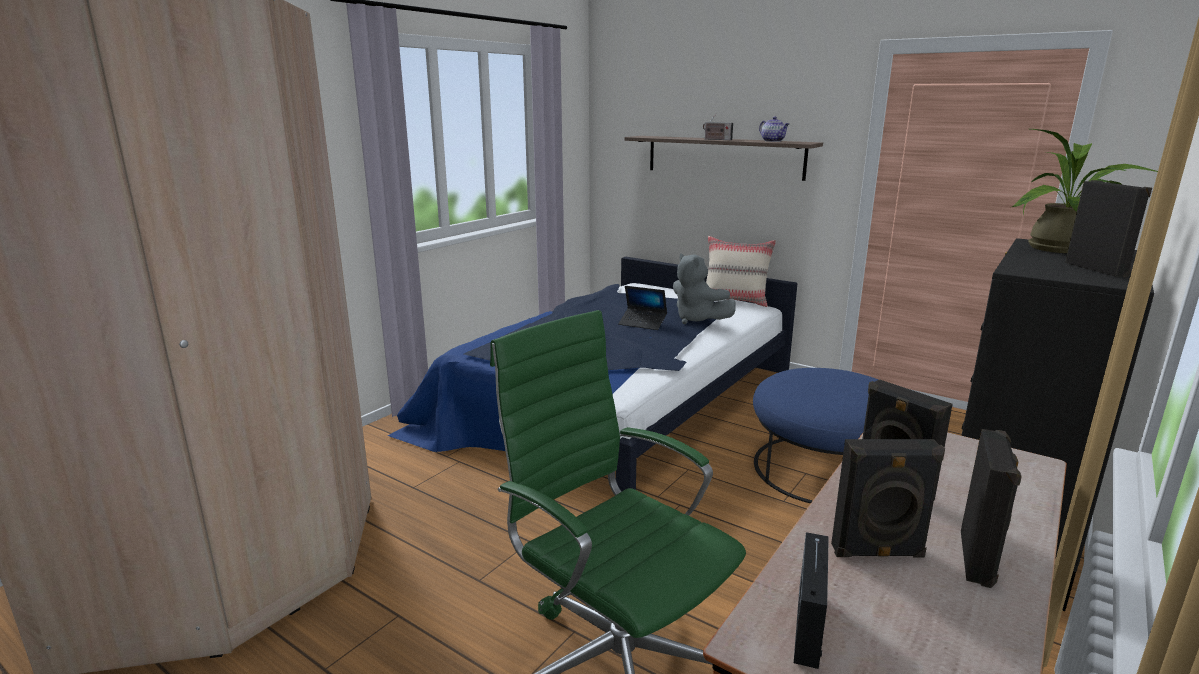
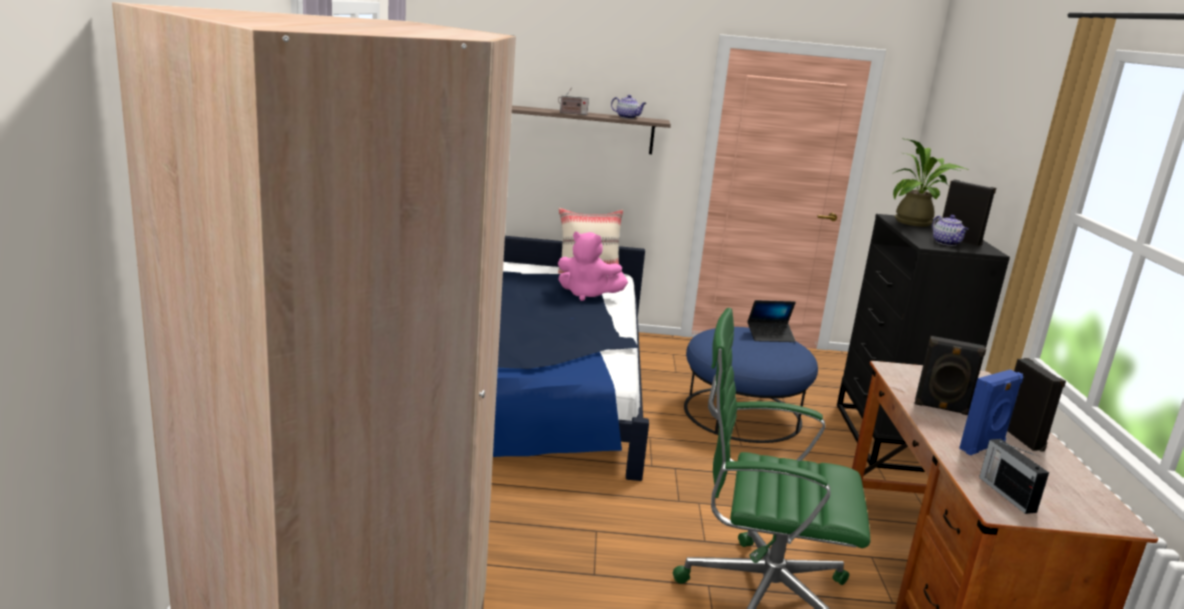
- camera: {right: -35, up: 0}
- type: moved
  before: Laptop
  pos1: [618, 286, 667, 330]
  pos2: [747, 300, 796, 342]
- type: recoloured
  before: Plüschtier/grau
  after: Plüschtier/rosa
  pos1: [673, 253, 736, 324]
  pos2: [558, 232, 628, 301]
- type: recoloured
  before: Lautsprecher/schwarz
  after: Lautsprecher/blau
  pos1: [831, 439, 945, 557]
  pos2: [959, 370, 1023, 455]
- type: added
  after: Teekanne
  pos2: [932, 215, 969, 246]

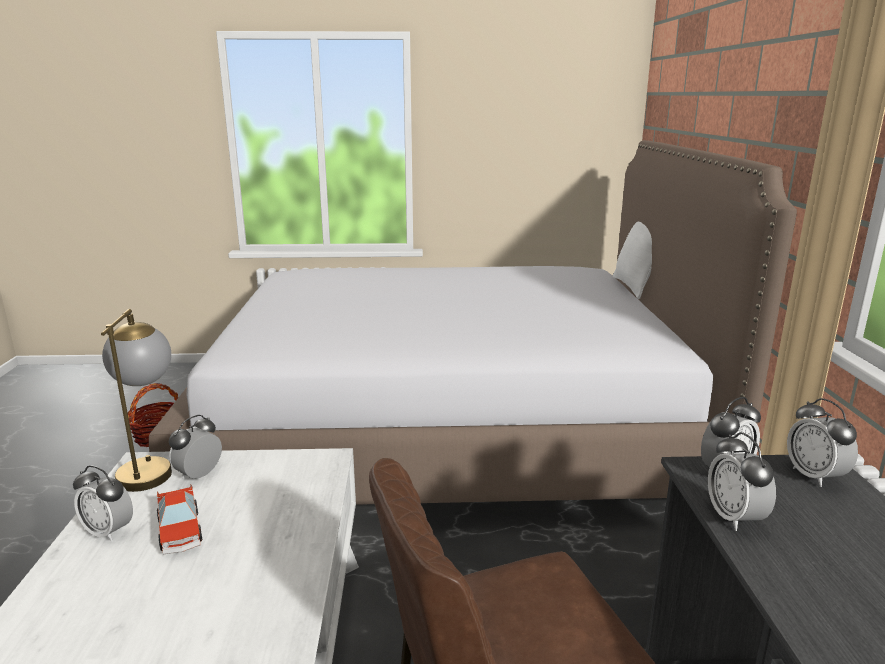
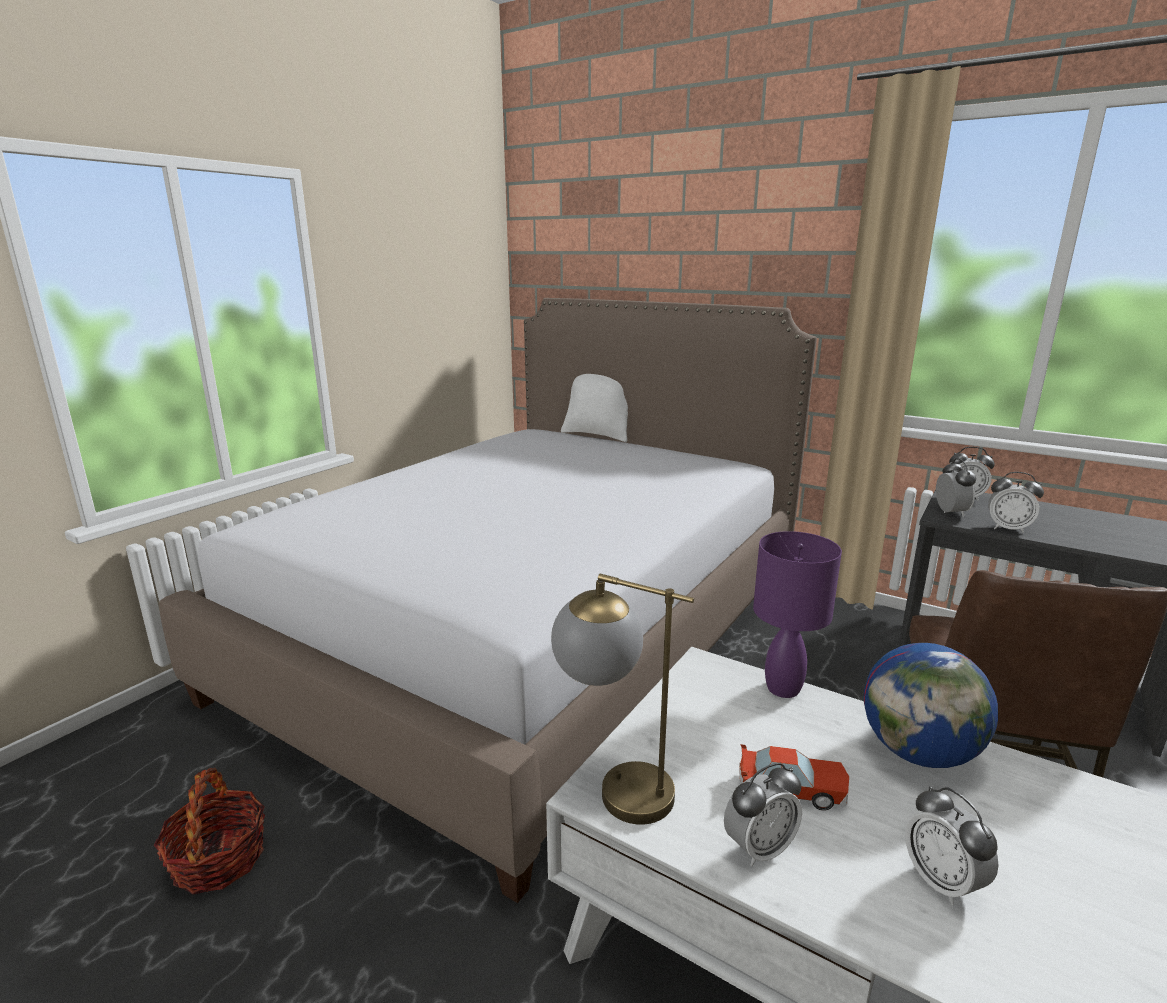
- camera: {right: -55, up: 0}
- type: moved
  before: Wecker
  pos1: [169, 415, 222, 480]
  pos2: [905, 786, 999, 905]
- type: added
  after: Tischlampe/lila
  pos2: [753, 531, 842, 698]
- type: added
  after: Globus
  pos2: [864, 643, 998, 768]

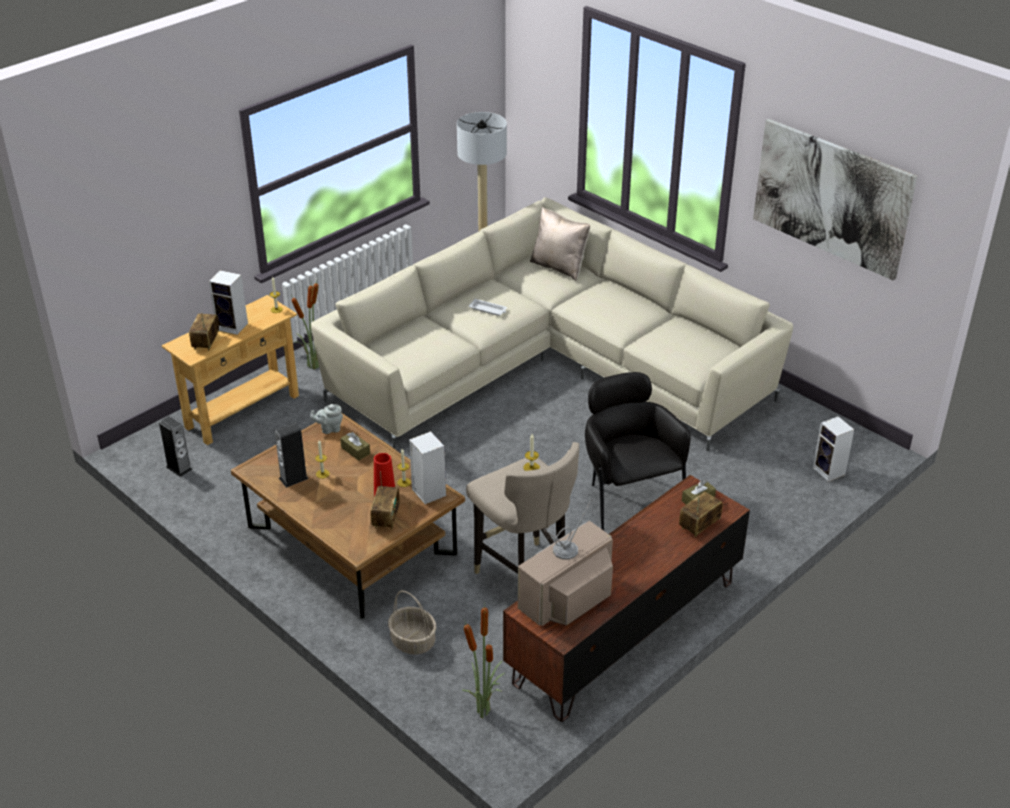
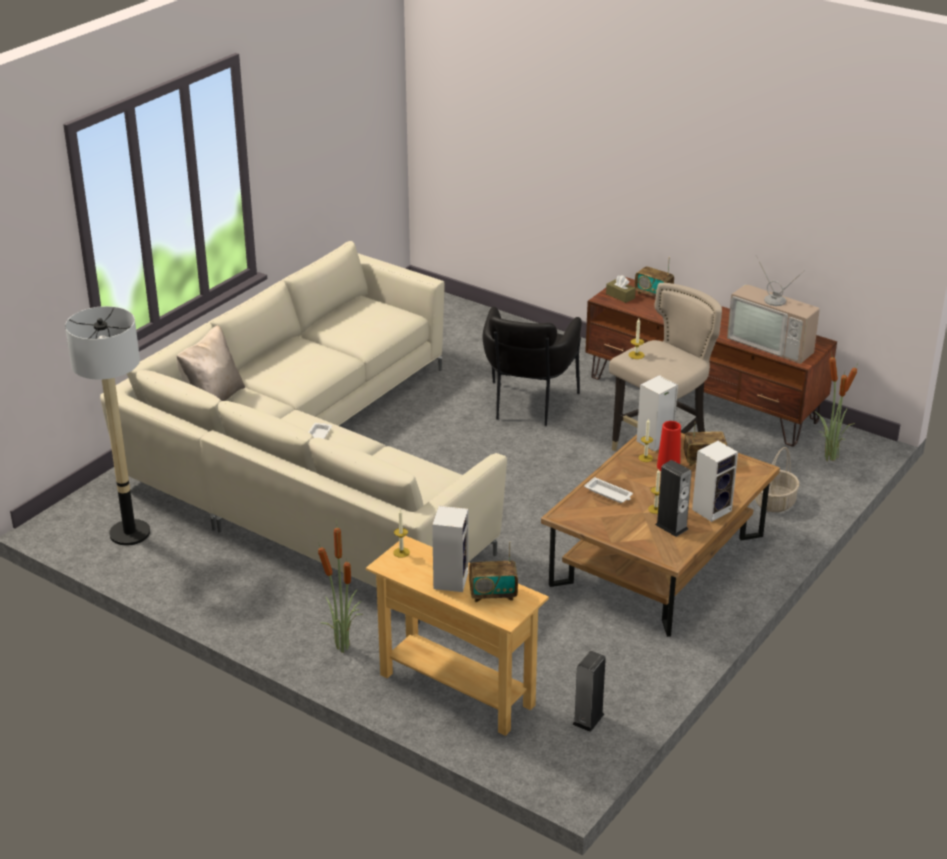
- camera: {right: -100, up: -5}
- type: removed
  before: Teekanne/grau
  pos1: [310, 404, 343, 434]
- type: replaced
  before: Taschentuchbox/braun
  after: Tablett/weiß
  pos1: [340, 432, 370, 461]
  pos2: [584, 477, 633, 503]
- type: turned
  before: Sessel/schwarz
  pos1: [585, 372, 691, 531]
  pos2: [483, 307, 582, 426]
  turn: -45
- type: removed
  before: Bild
  pos1: [753, 119, 917, 280]
- type: moved
  before: Lautsprecher
  pos1: [813, 416, 854, 482]
  pos2: [692, 441, 738, 522]

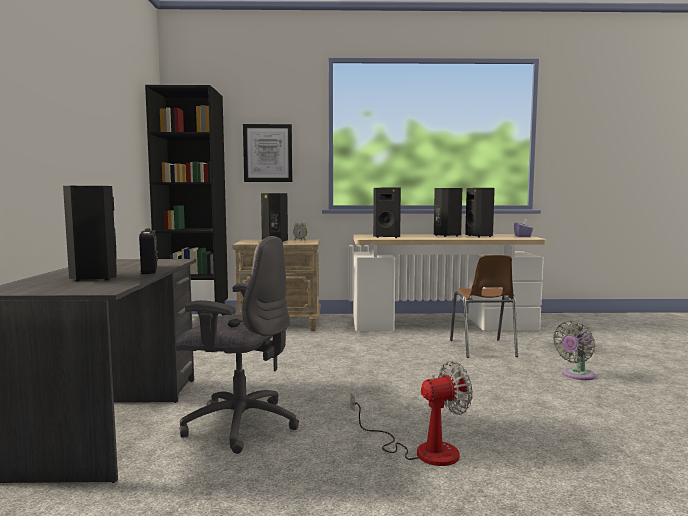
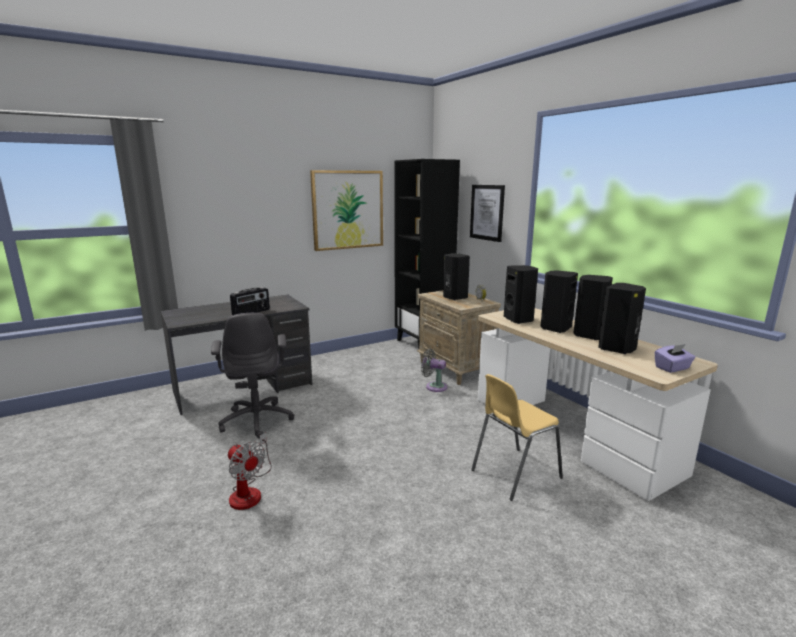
- camera: {right: 60, up: 10}
- type: moved
  before: Lautsprecher/schwarz
  pos1: [63, 186, 117, 281]
  pos2: [541, 270, 578, 333]
- type: recoloured
  before: Stuhl/braun
  after: Stuhl/gelb
  pos1: [450, 255, 518, 358]
  pos2: [471, 374, 563, 501]
- type: moved
  before: Ventilator/grau
  pos1: [553, 321, 596, 380]
  pos2: [421, 349, 447, 392]
- type: added
  after: Bild
  pos2: [310, 170, 383, 251]

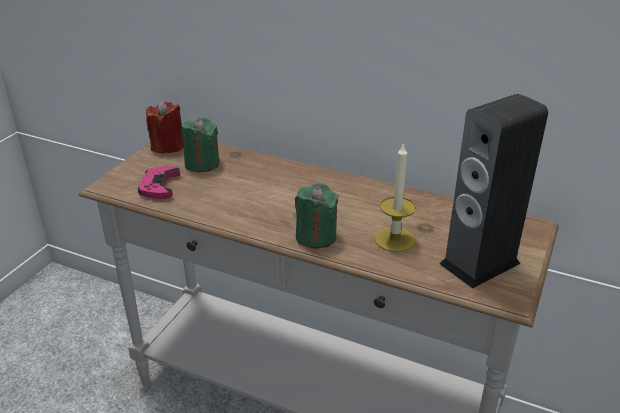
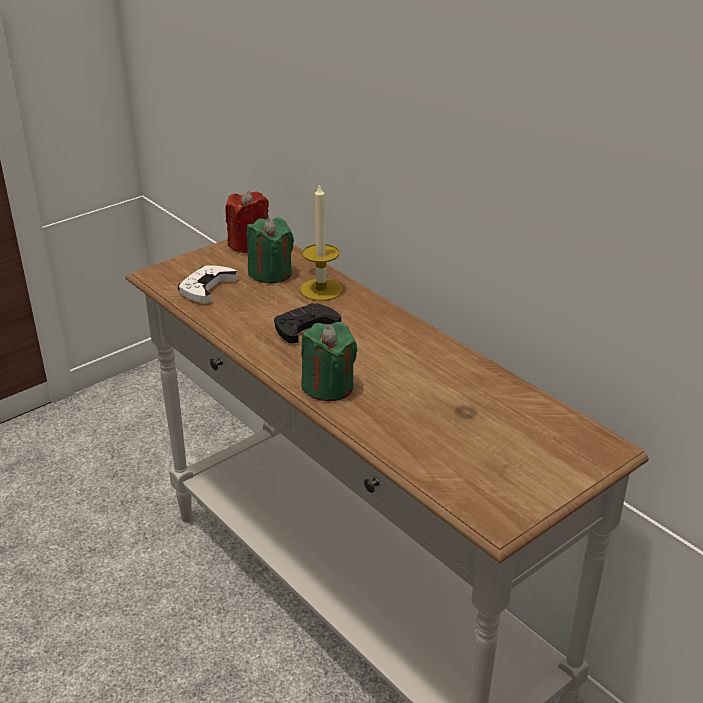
- camera: {right: 25, up: 0}
- type: recoloured
  before: Gamepad/rosa
  after: Gamepad/weiß
  pos1: [138, 166, 180, 199]
  pos2: [178, 265, 238, 303]
- type: moved
  before: Kerze
  pos1: [375, 142, 416, 252]
  pos2: [300, 183, 343, 301]
- type: removed
  before: Lautsprecher
  pos1: [440, 93, 548, 289]
- type: added
  after: Gamepad/schwarz
  pos2: [274, 303, 341, 343]

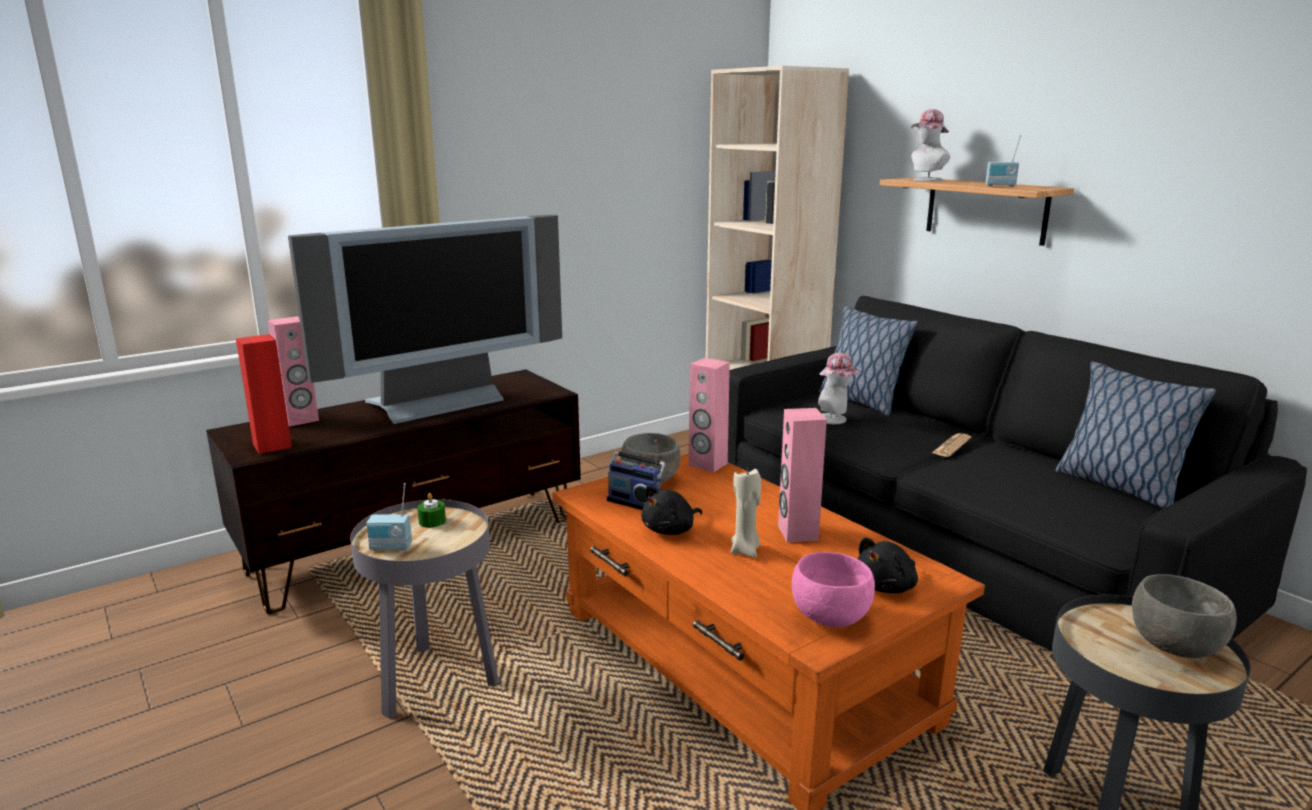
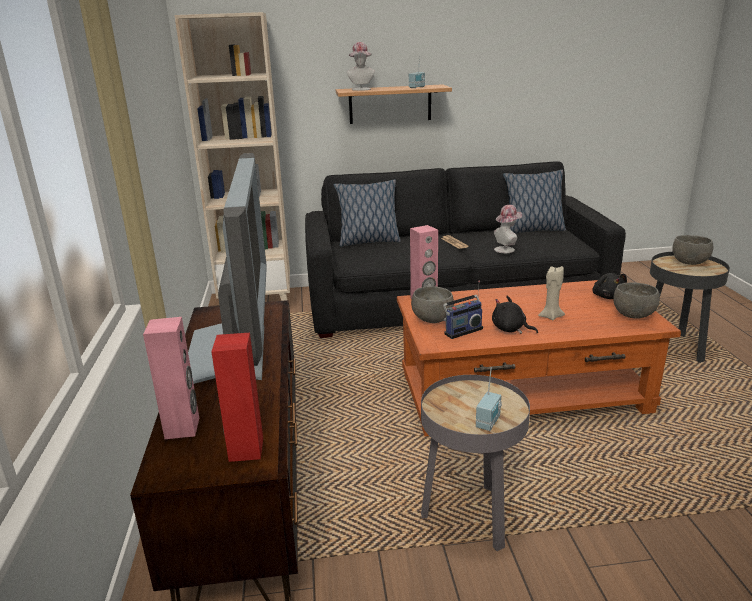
- camera: {right: -60, up: 5}
- type: removed
  before: Kerze/grün
  pos1: [417, 493, 446, 528]
- type: turned
  before: Plüschtier/schwarz
  pos1: [641, 486, 702, 535]
  pos2: [492, 296, 538, 334]
  turn: 135
- type: removed
  before: Lautsprecher/rosa
  pos1: [778, 408, 827, 542]
- type: recoloured
  before: Schüssel/rosa
  after: Schüssel/grau
  pos1: [792, 552, 875, 627]
  pos2: [614, 282, 660, 319]
- type: moved
  before: Hut
  pos1: [818, 353, 861, 424]
  pos2: [494, 205, 522, 253]

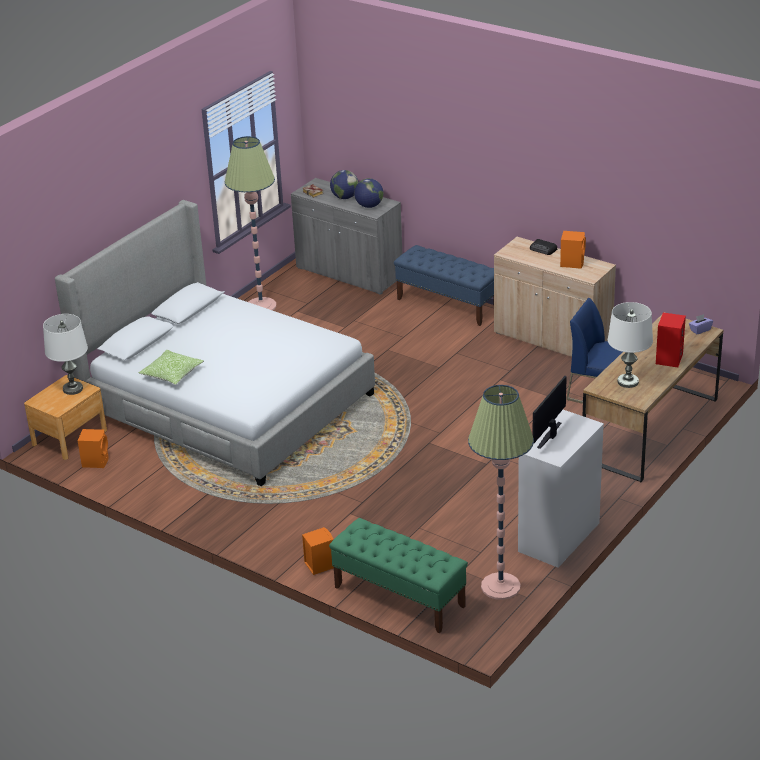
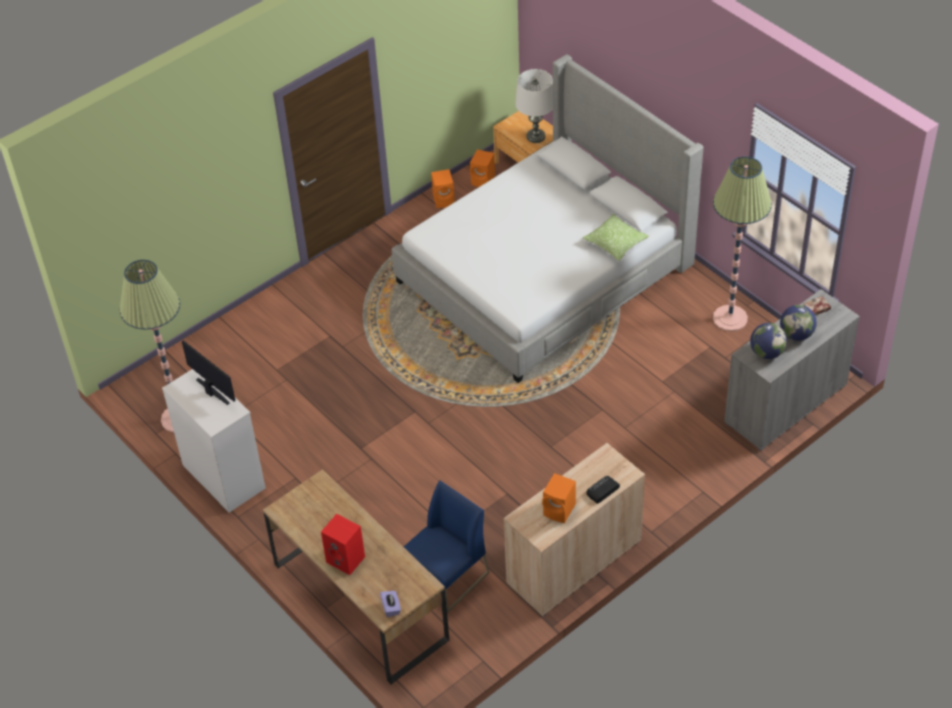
- camera: {right: 105, up: 15}
- type: moved
  before: Kissen
  pos1: [139, 350, 204, 385]
  pos2: [583, 214, 649, 261]
- type: moved
  before: Lautsprecher/orange
  pos1: [302, 527, 334, 575]
  pos2: [431, 169, 455, 208]
- type: removed
  before: Bank/grün
  pos1: [329, 518, 468, 633]
- type: removed
  before: Bank/blau
  pos1: [394, 245, 494, 326]
- type: removed
  before: Tischlampe/weiß
  pos1: [608, 302, 653, 388]

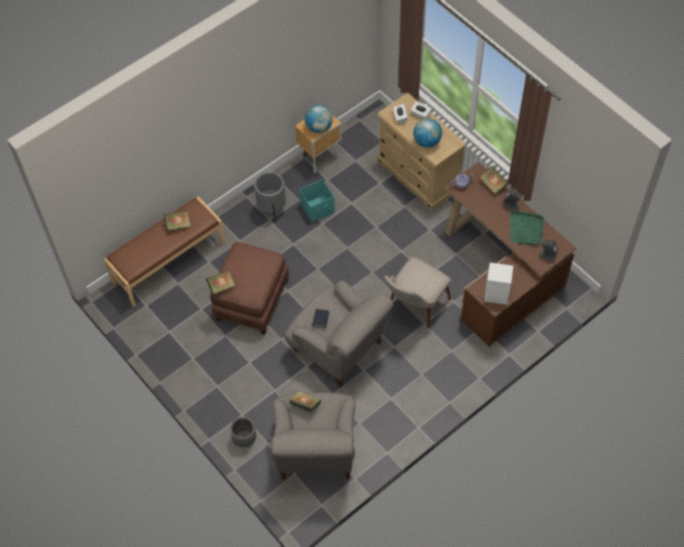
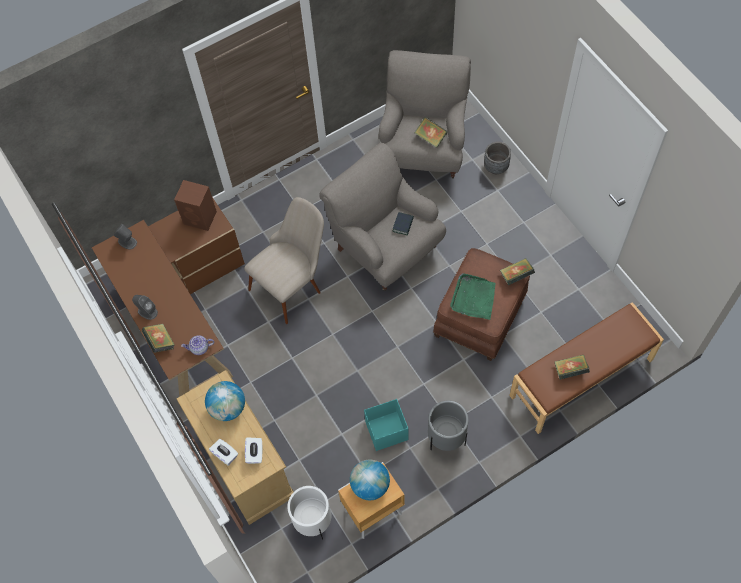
- camera: {right: -170, up: 5}
- type: recoloured
  before: Lautsprecher/weiß
  after: Lautsprecher/braun
  pos1: [484, 263, 513, 305]
  pos2: [174, 180, 217, 231]
- type: moved
  before: Tablett/grün
  pos1: [510, 211, 544, 245]
  pos2: [450, 273, 495, 320]
- type: added
  after: Pflanzkübel/weiß
  pos2: [287, 486, 331, 540]

